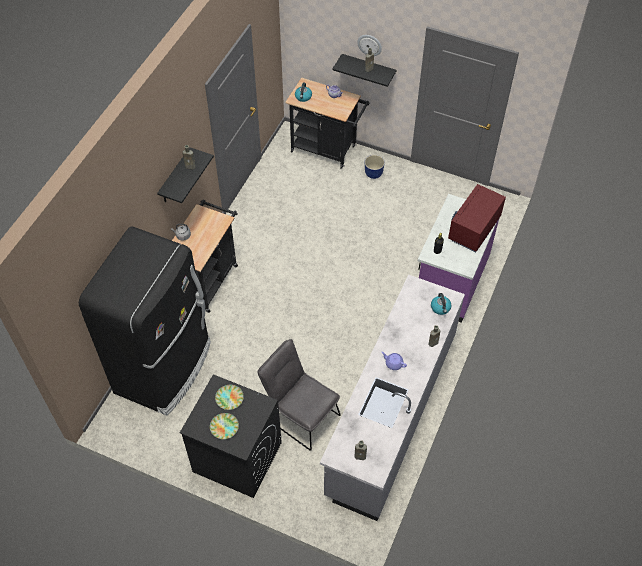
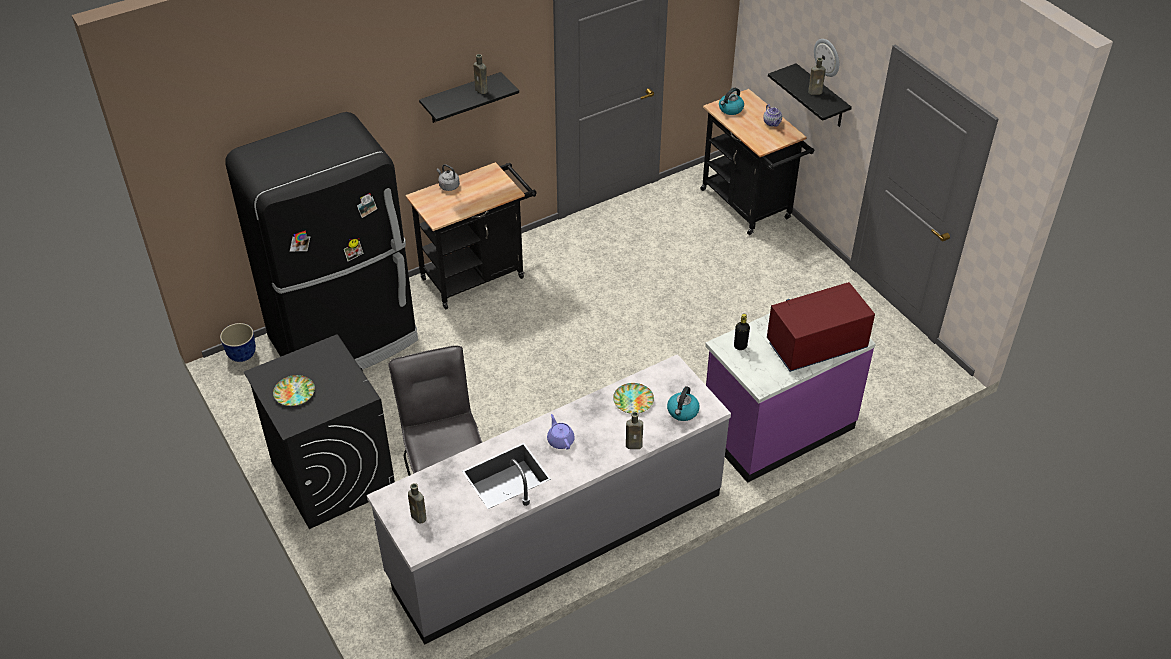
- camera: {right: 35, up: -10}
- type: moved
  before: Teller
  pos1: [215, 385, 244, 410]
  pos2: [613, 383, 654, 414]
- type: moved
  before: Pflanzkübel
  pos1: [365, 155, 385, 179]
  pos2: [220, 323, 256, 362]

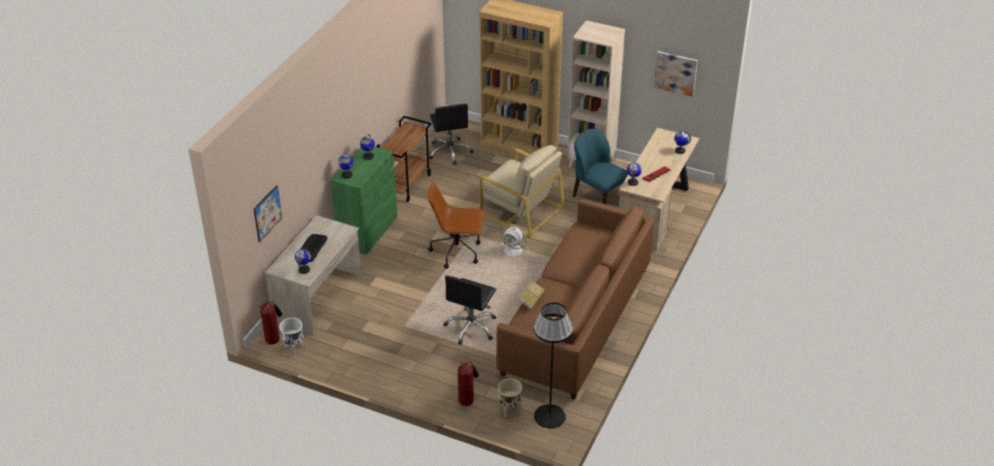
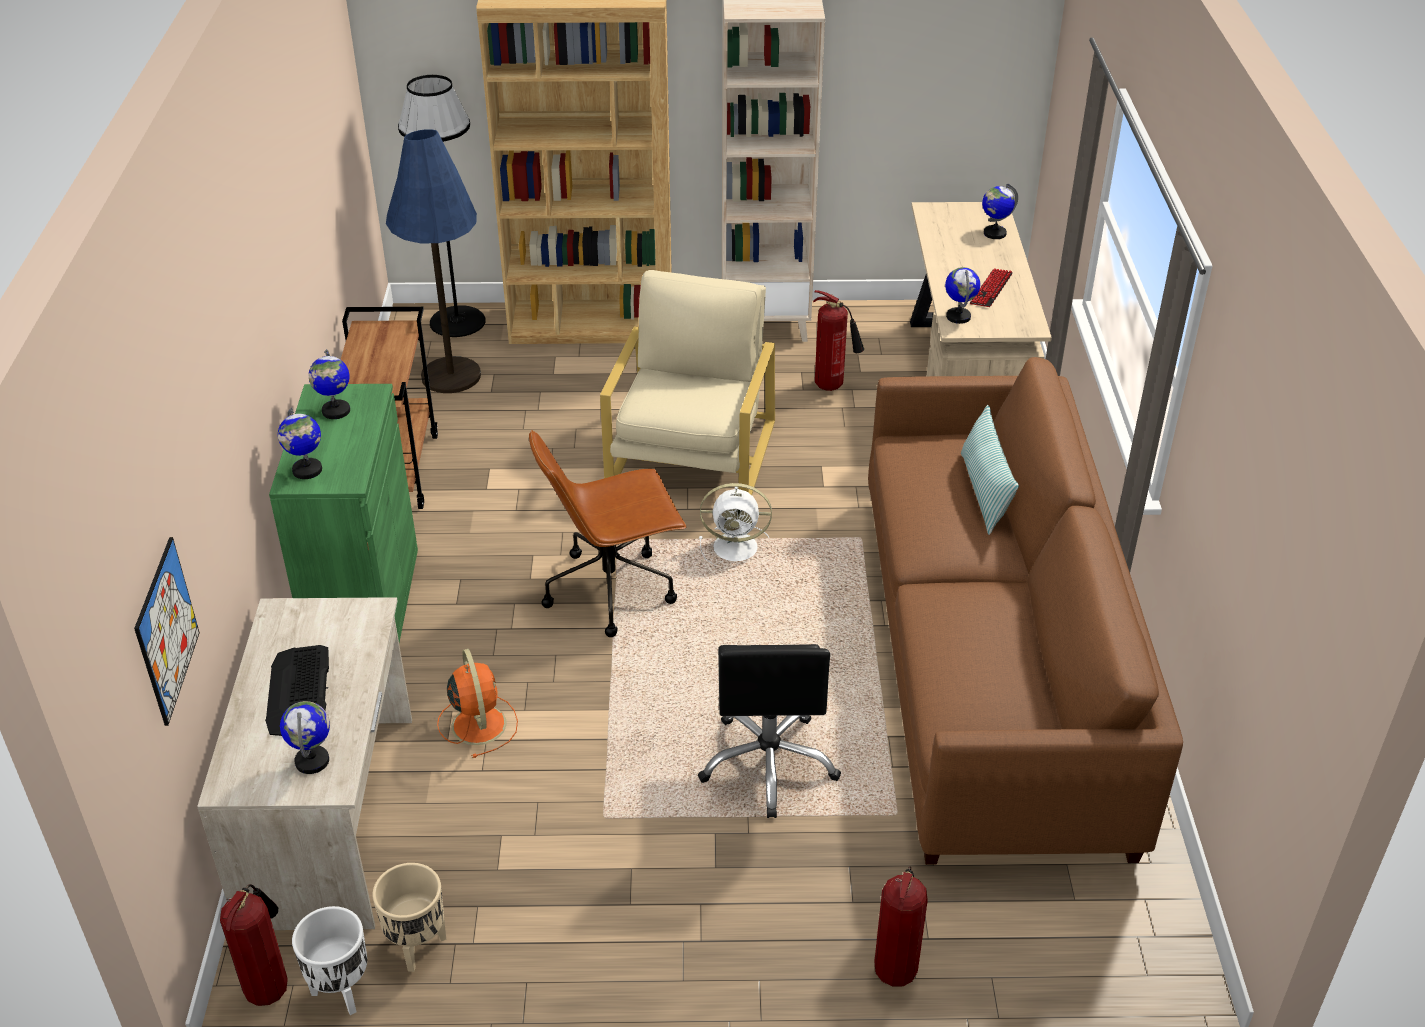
- camera: {right: -25, up: 0}
- type: replaced
  before: Bürostuhl/schwarz
  after: Stehlampe/blau
  pos1: [429, 104, 474, 165]
  pos2: [386, 129, 481, 393]
- type: turned
  before: Sessel/beige
  pos1: [480, 145, 565, 238]
  pos2: [600, 270, 775, 495]
  turn: -90
- type: moved
  before: Pflanzkübel/beige
  pos1: [498, 378, 522, 418]
  pos2: [372, 863, 446, 972]
- type: removed
  before: Buch
  pos1: [518, 280, 545, 309]
- type: moved
  before: Stehlampe/schwarz
  pos1: [533, 302, 573, 428]
  pos2: [398, 75, 486, 337]
- type: replaced
  before: Stuhl/blau
  after: Feuerlöscher
  pos1: [573, 129, 628, 205]
  pos2: [813, 290, 864, 391]
- type: removed
  before: Bild
  pos1: [654, 51, 698, 97]
- type: added
  after: Ventilator/orange
  pos2: [437, 649, 518, 758]
- type: added
  after: Kissen
  pos2: [961, 405, 1019, 535]

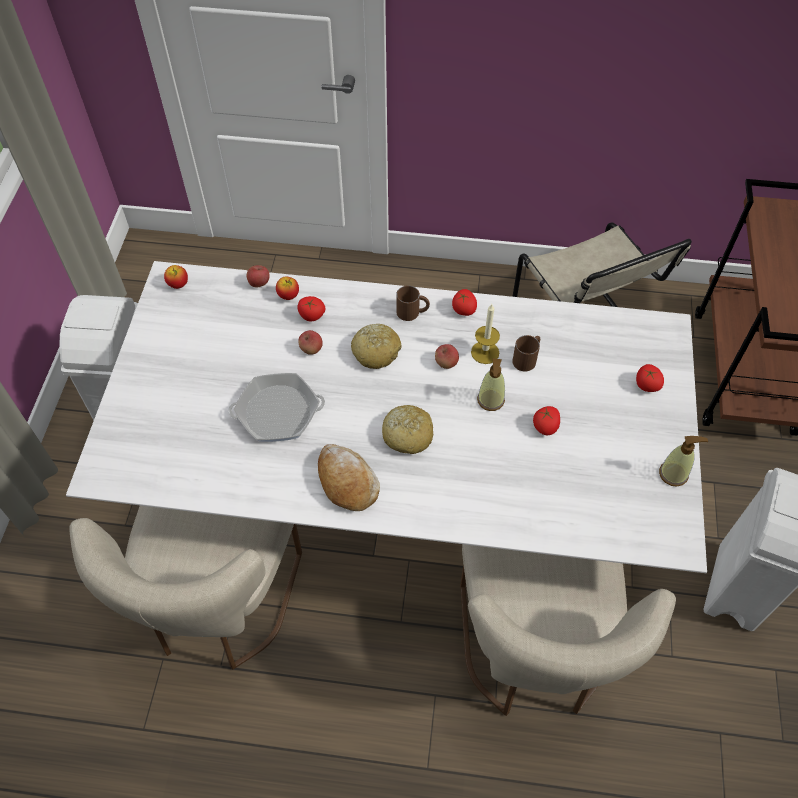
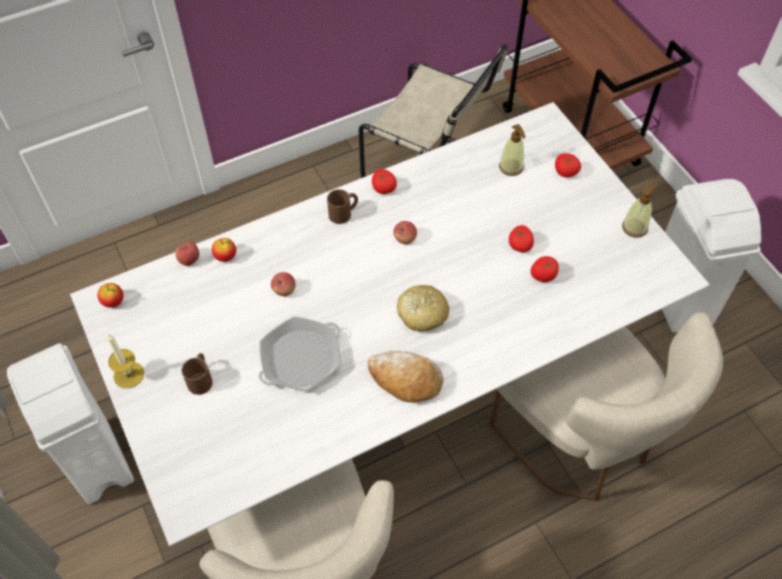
- camera: {right: -35, up: 0}
- type: moved
  before: Tomate
  pos1: [297, 296, 325, 321]
  pos2: [531, 256, 559, 282]
- type: removed
  before: Brot
  pos1: [351, 324, 402, 369]
- type: moved
  before: Kerze
  pos1: [471, 304, 500, 364]
  pos2: [107, 333, 144, 388]
- type: moved
  before: Seifenspender
  pos1: [477, 358, 505, 411]
  pos2: [499, 124, 526, 176]
- type: moved
  before: Henkelbecher/braun
  pos1: [512, 335, 540, 372]
  pos2: [182, 353, 213, 395]

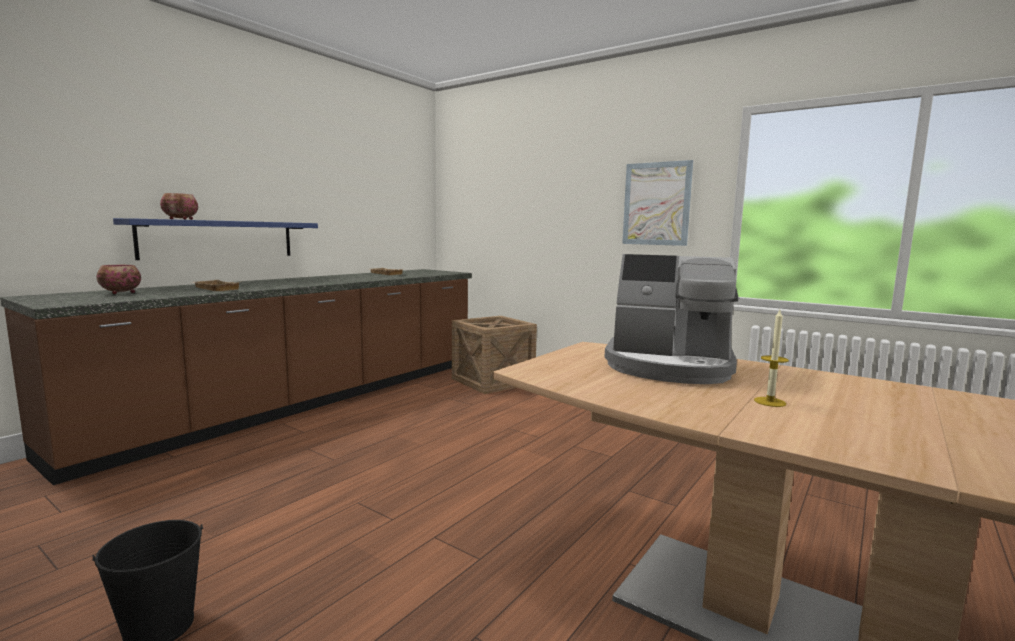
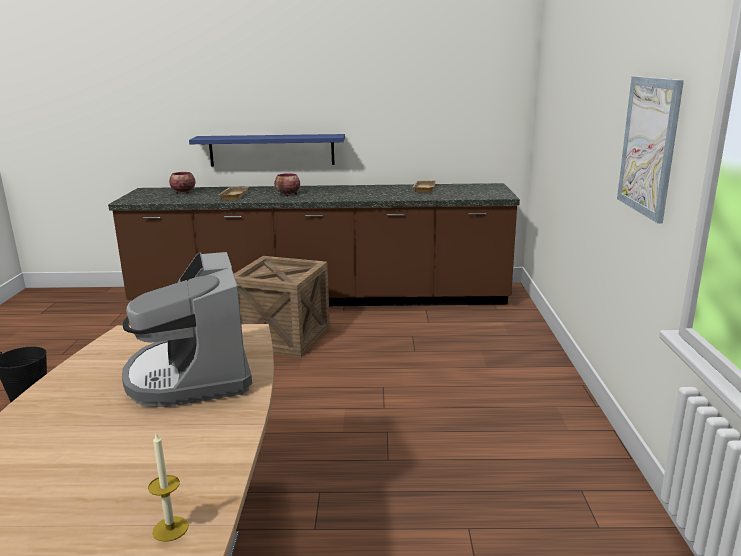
- camera: {right: 55, up: 10}
- type: moved
  before: Schüssel
  pos1: [160, 193, 198, 220]
  pos2: [274, 173, 300, 196]
- type: moved
  before: Kiste
  pos1: [452, 316, 537, 394]
  pos2: [234, 256, 330, 358]
- type: moved
  before: Kerze
  pos1: [754, 310, 789, 407]
  pos2: [148, 433, 189, 542]

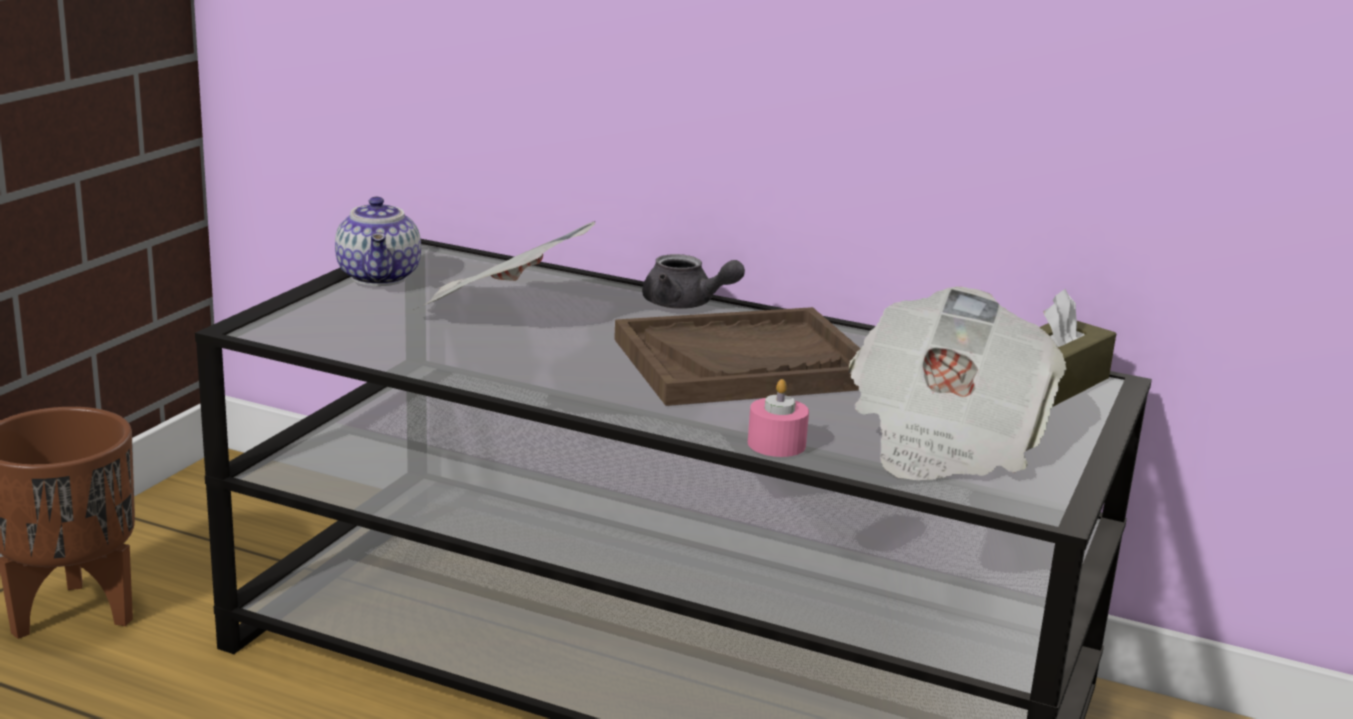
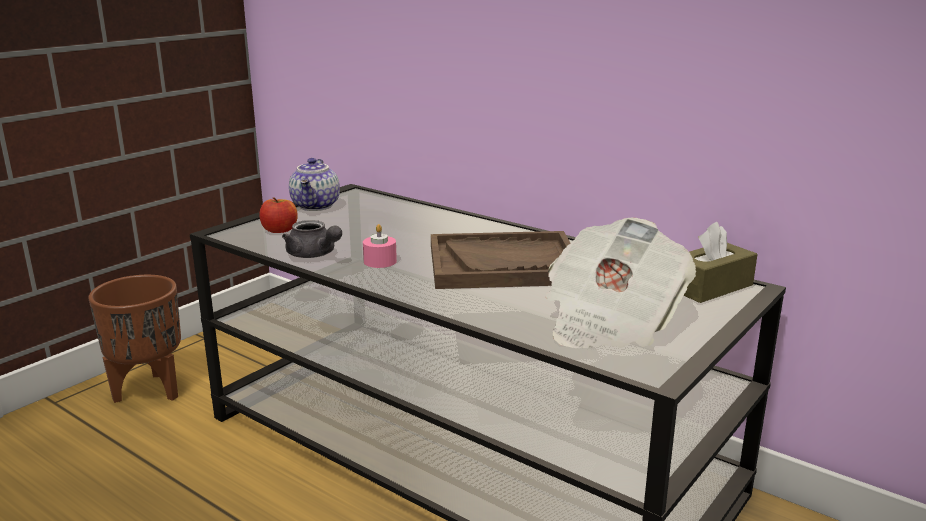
- camera: {right: 15, up: 0}
- type: removed
  before: Zeitung
  pos1: [413, 221, 596, 310]
- type: moved
  before: Teekanne/grau
  pos1: [642, 254, 745, 309]
  pos2: [282, 220, 342, 258]
- type: moved
  before: Kerze/rosa
  pos1: [748, 379, 809, 457]
  pos2: [363, 224, 397, 268]
- type: added
  after: Apfel
  pos2: [259, 197, 298, 233]

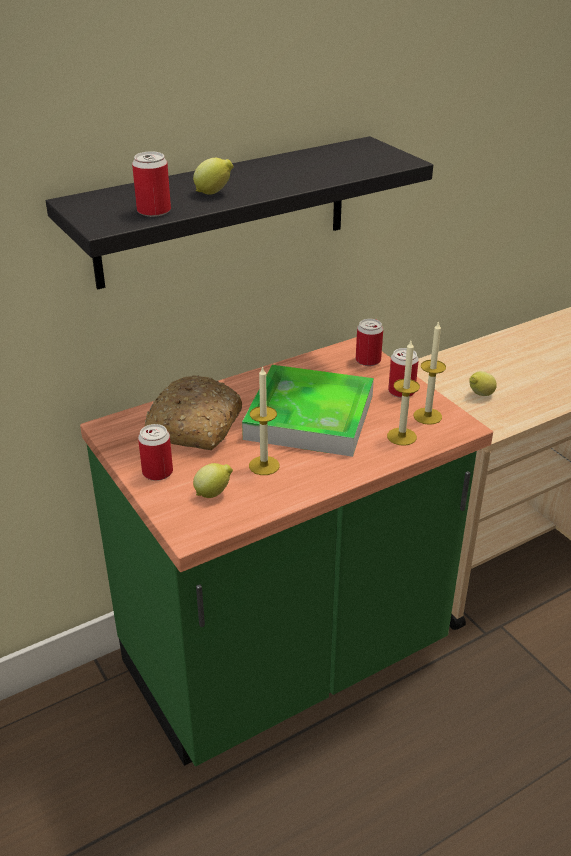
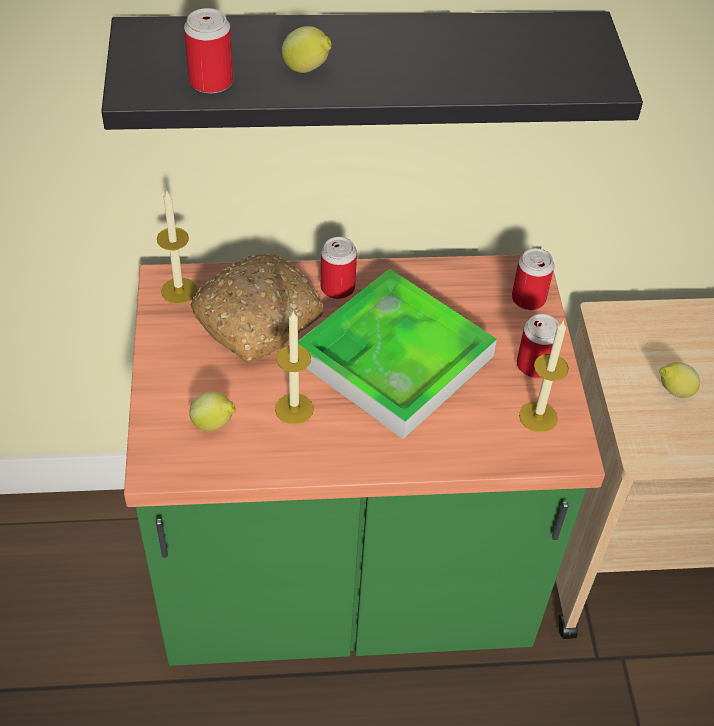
- camera: {right: 25, up: 15}
- type: moved
  before: Dose
  pos1: [138, 424, 173, 481]
  pos2: [321, 237, 357, 299]
- type: moved
  before: Kerze
  pos1: [387, 341, 420, 446]
  pos2: [157, 191, 197, 304]

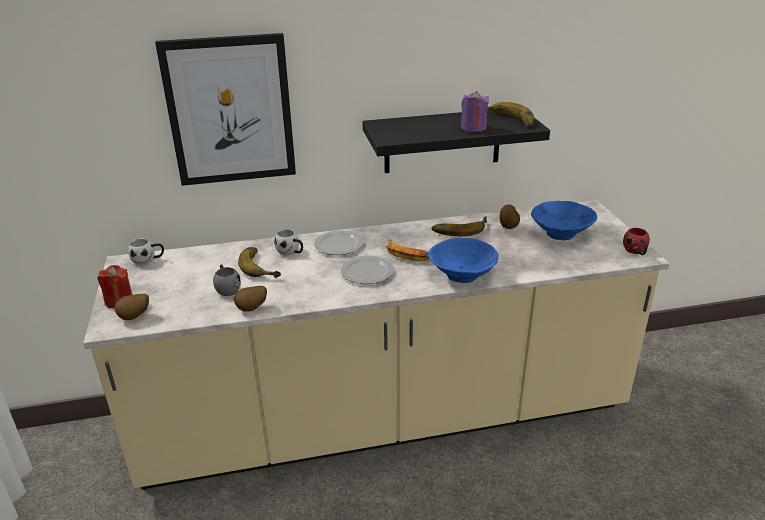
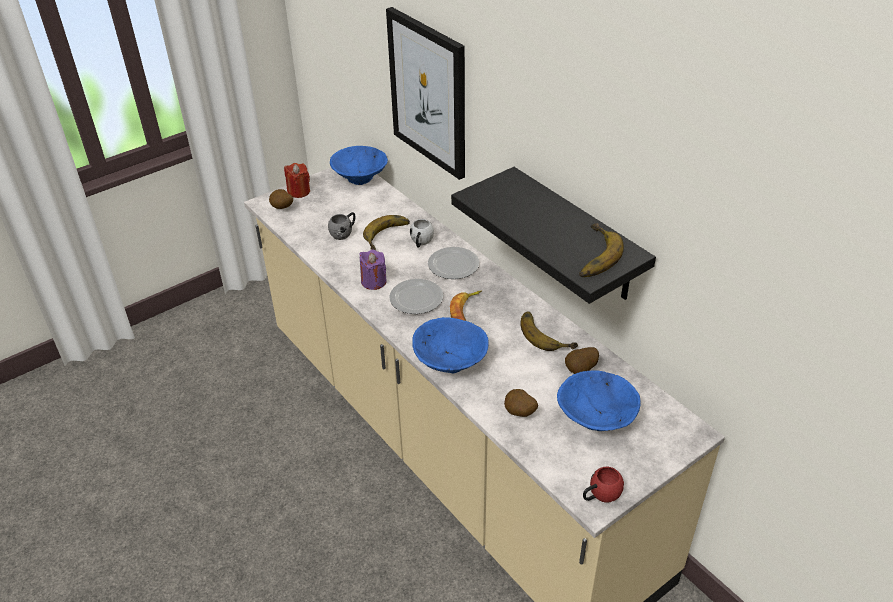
- camera: {right: 65, up: 10}
- type: replaced
  before: Henkelbecher/weiß
  after: Schüssel/blau
  pos1: [128, 239, 164, 265]
  pos2: [330, 146, 388, 185]
- type: moved
  before: Kartoffel
  pos1: [234, 286, 267, 312]
  pos2: [504, 389, 538, 417]
- type: moved
  before: Kerze/lila
  pos1: [461, 91, 489, 132]
  pos2: [359, 250, 387, 290]

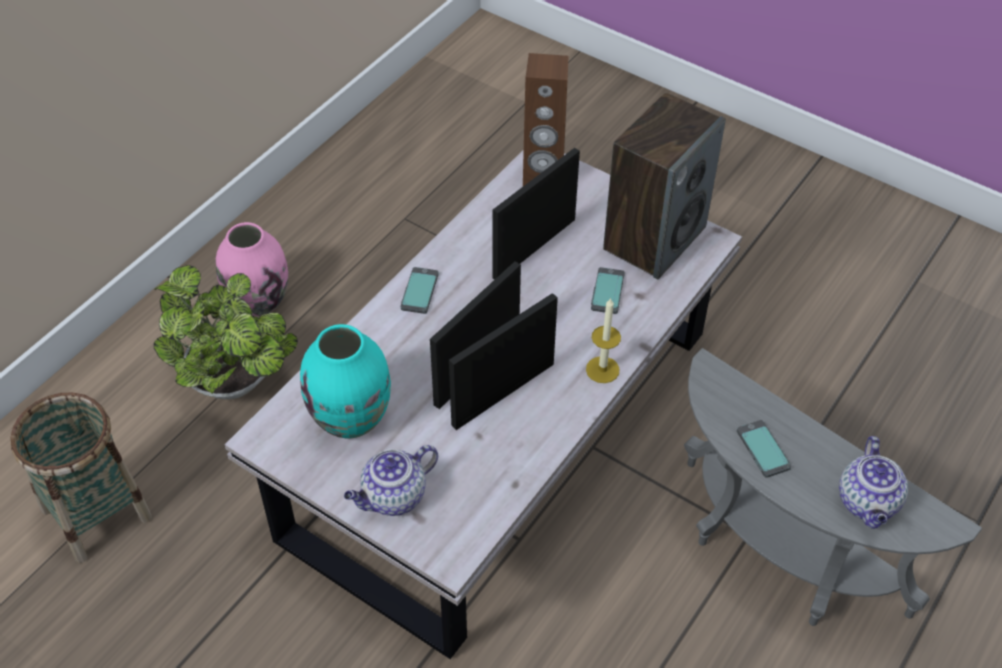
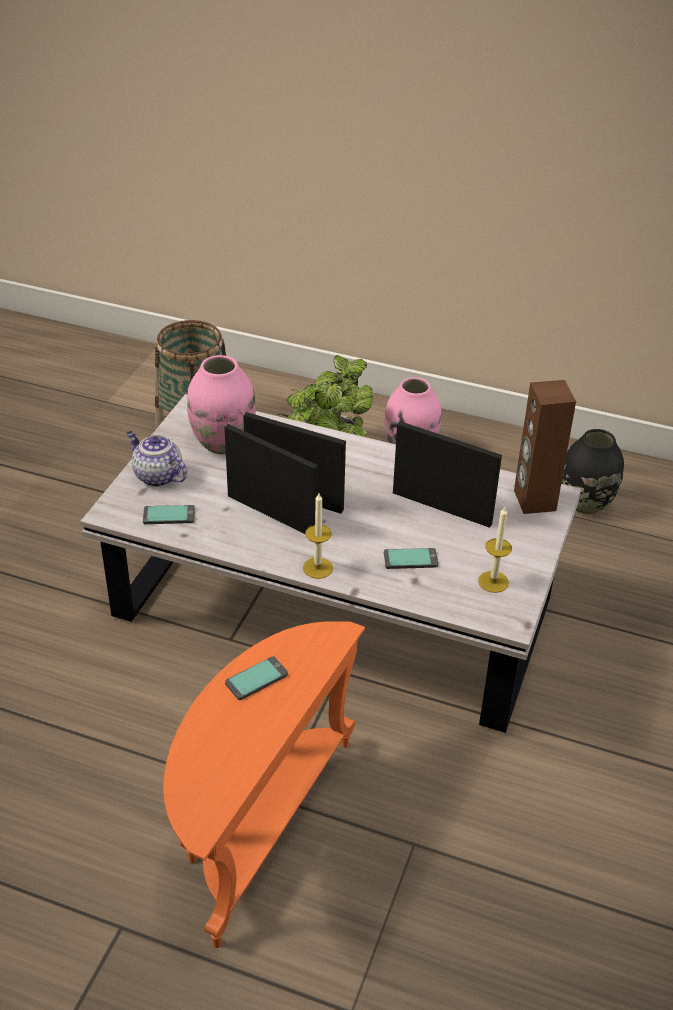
- camera: {right: 75, up: -10}
- type: recoloured
  before: Vase/türkis
  after: Vase/rosa
  pos1: [300, 324, 391, 438]
  pos2: [187, 355, 256, 454]
- type: moved
  before: Handy
  pos1: [401, 267, 439, 314]
  pos2: [143, 505, 195, 524]
- type: replaced
  before: Lautsprecher
  after: Kerze
  pos1: [603, 93, 726, 279]
  pos2: [478, 507, 512, 593]
- type: recoloured
  before: Beistelltisch/grau
  after: Beistelltisch/orange
  pos1: [684, 348, 982, 626]
  pos2: [163, 621, 365, 948]
- type: removed
  before: Teekanne
  pos1: [839, 436, 908, 529]
- type: added
  after: Vase/schwarz
  pos2: [562, 429, 624, 514]

